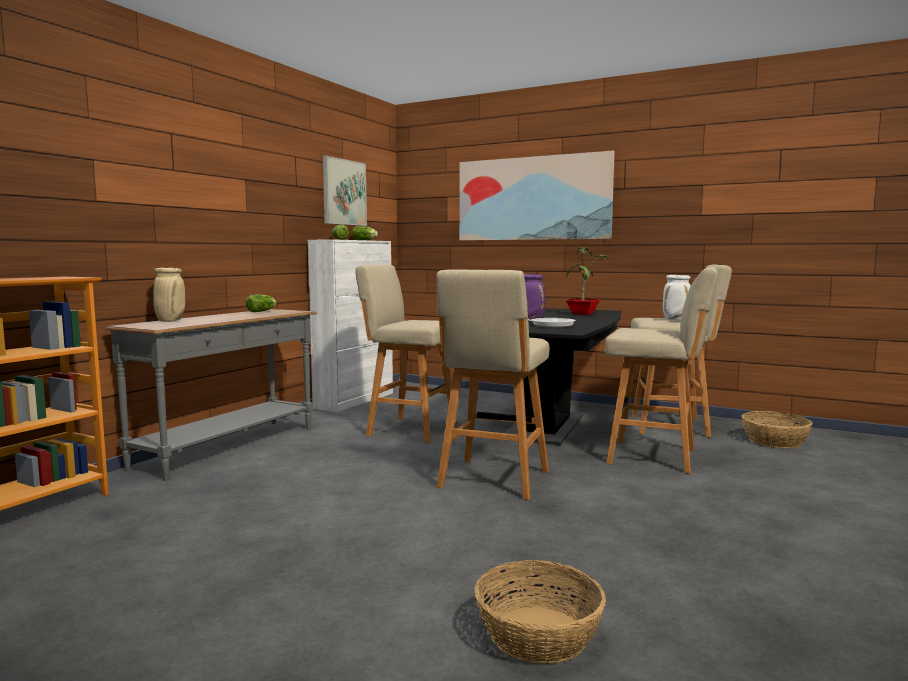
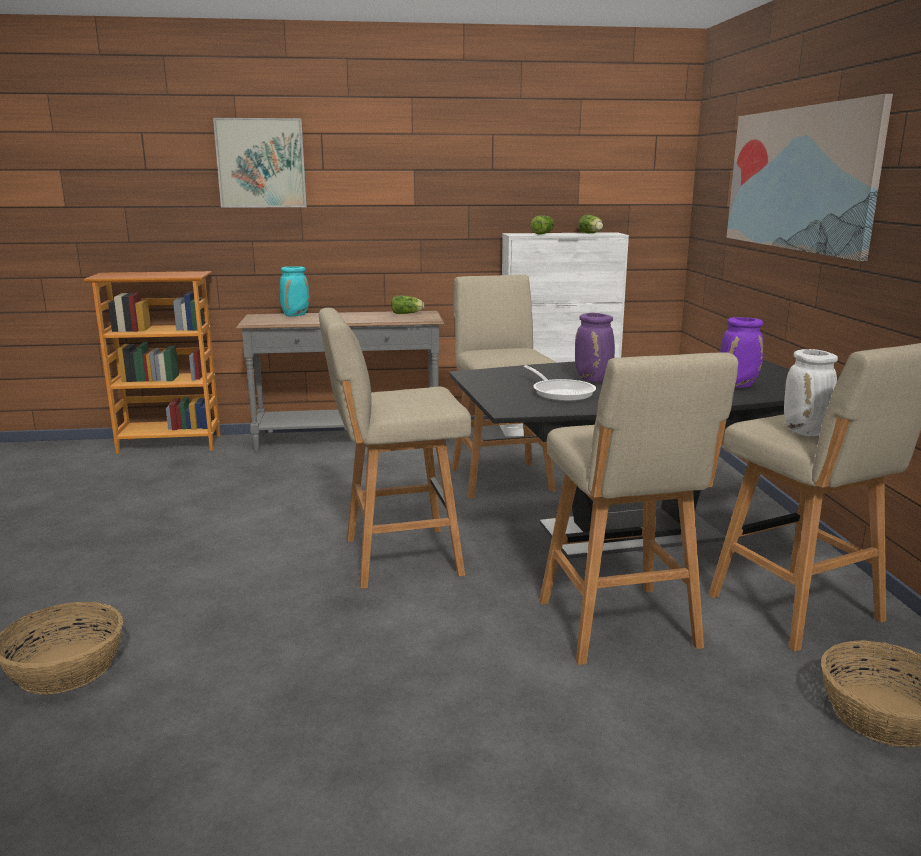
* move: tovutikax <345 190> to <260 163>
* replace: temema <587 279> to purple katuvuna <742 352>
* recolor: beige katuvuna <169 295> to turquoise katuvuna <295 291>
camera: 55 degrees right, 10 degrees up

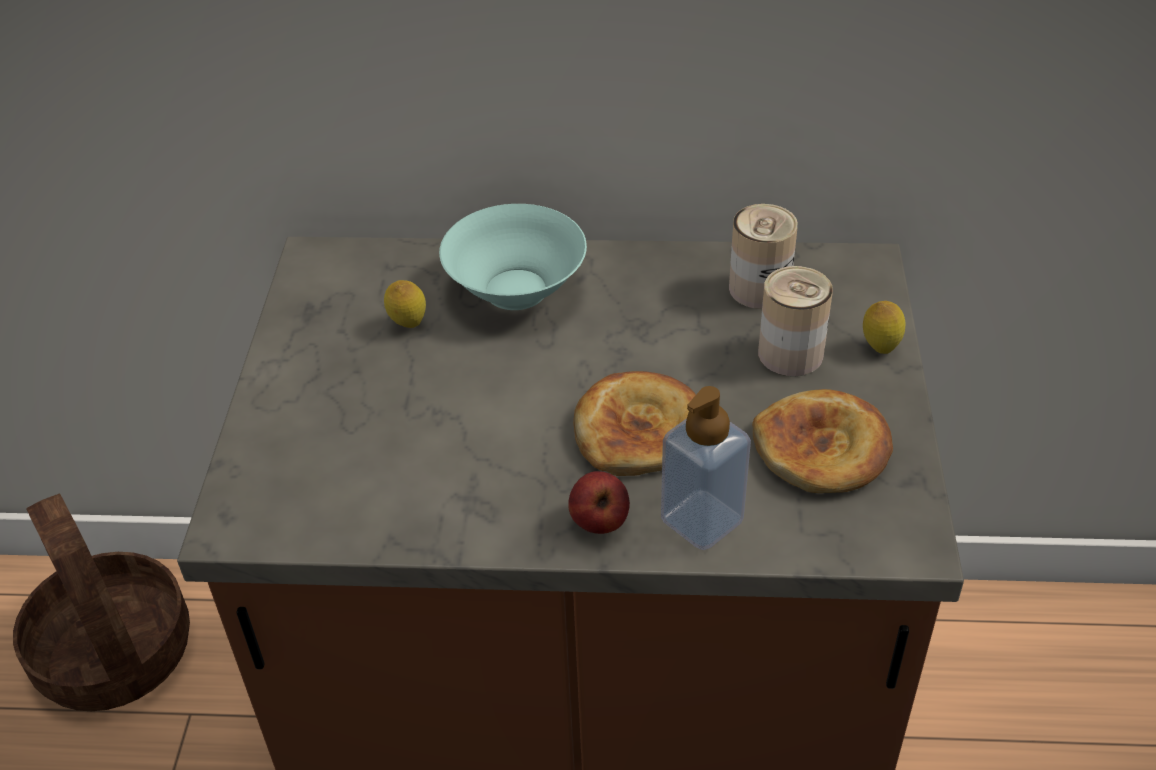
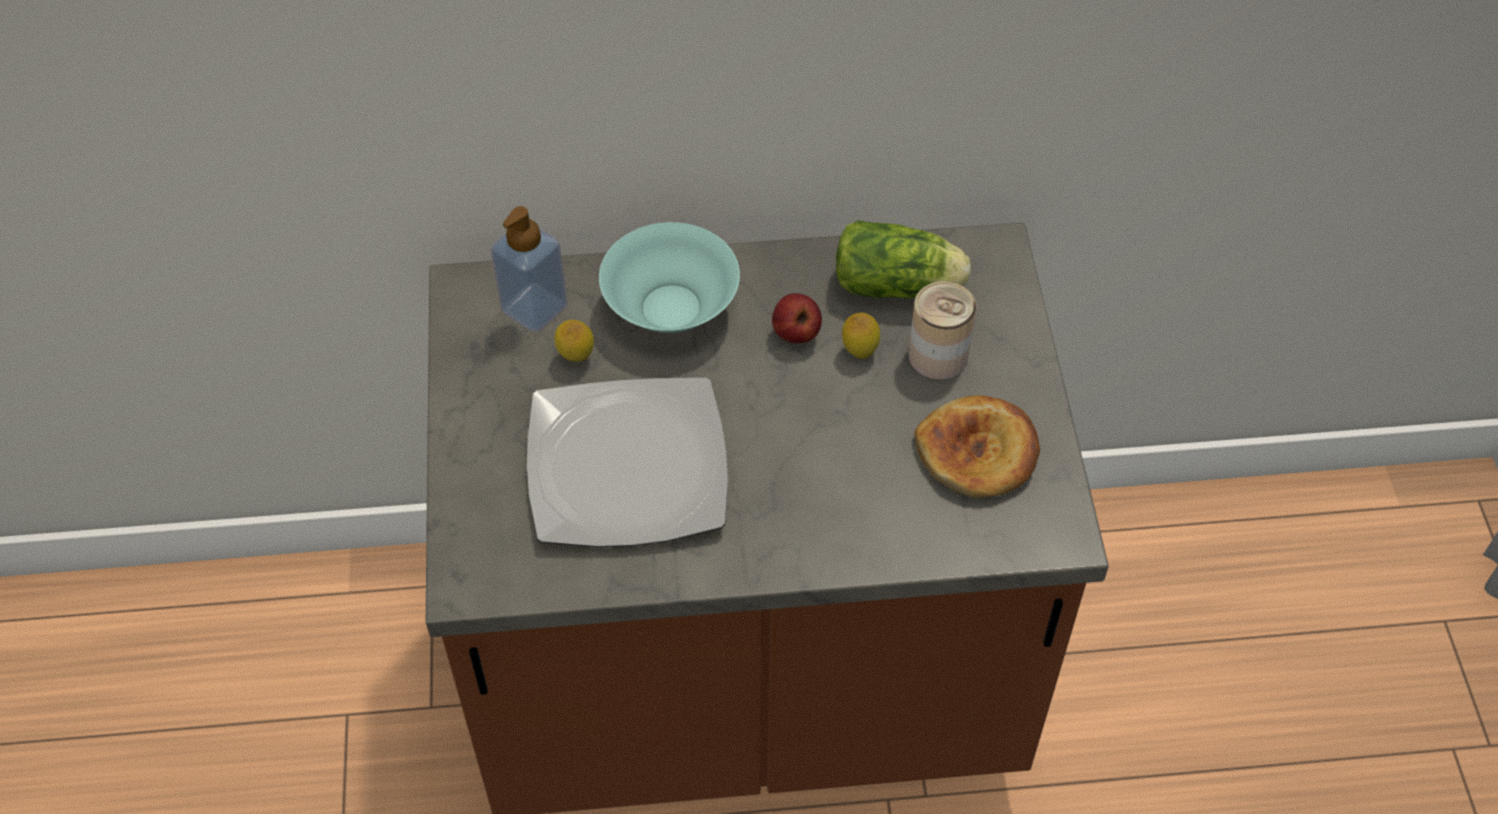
* replace: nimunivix <763 256> to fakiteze <903 259>
* move: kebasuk <884 327> to <861 336>
* delete: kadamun <634 423>
* move: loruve <706 468> to <529 269>
* move: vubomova <599 502> to <797 318>
* delete: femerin <101 602>
* insert: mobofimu <627 463>
camera: 10 degrees left, 10 degrees up

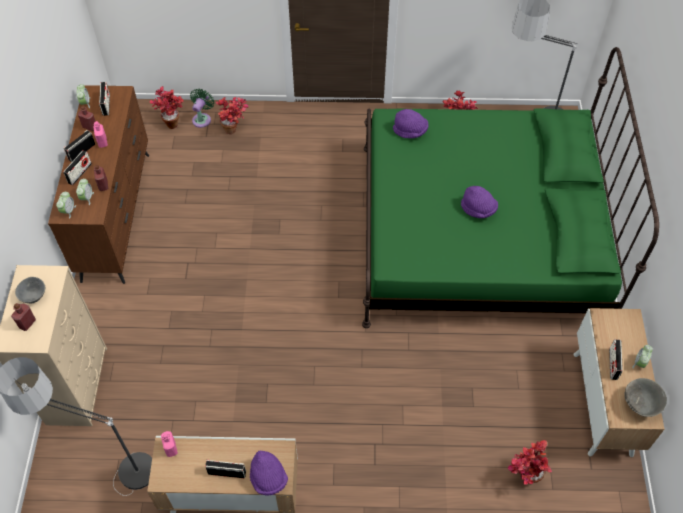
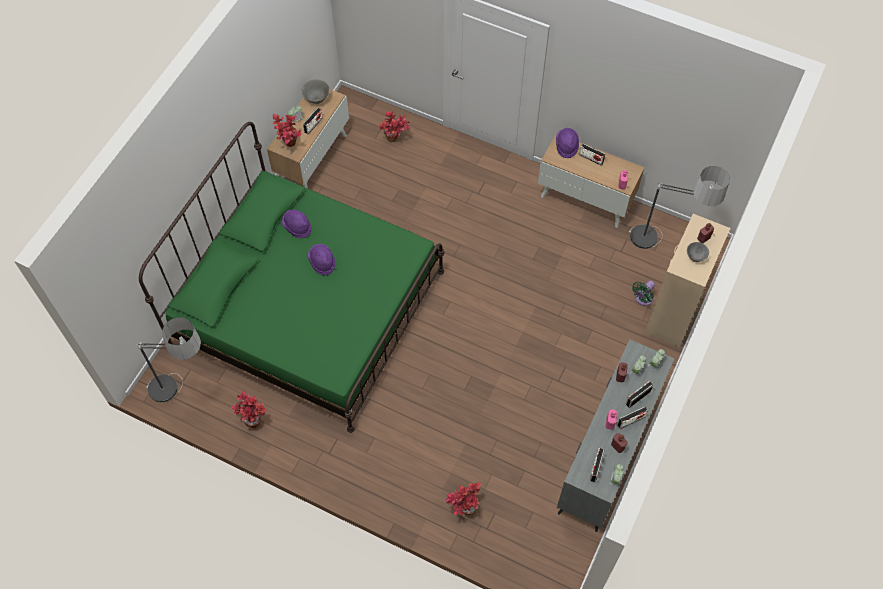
* recolor: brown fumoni <98 184> to grey fumoni <616 435>
* move: temema <167 107> to <287 130>
* move: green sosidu <202 108> to <643 293>
* move: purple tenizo <411 123> to <297 224>
camera: 155 degrees left, 5 degrees up

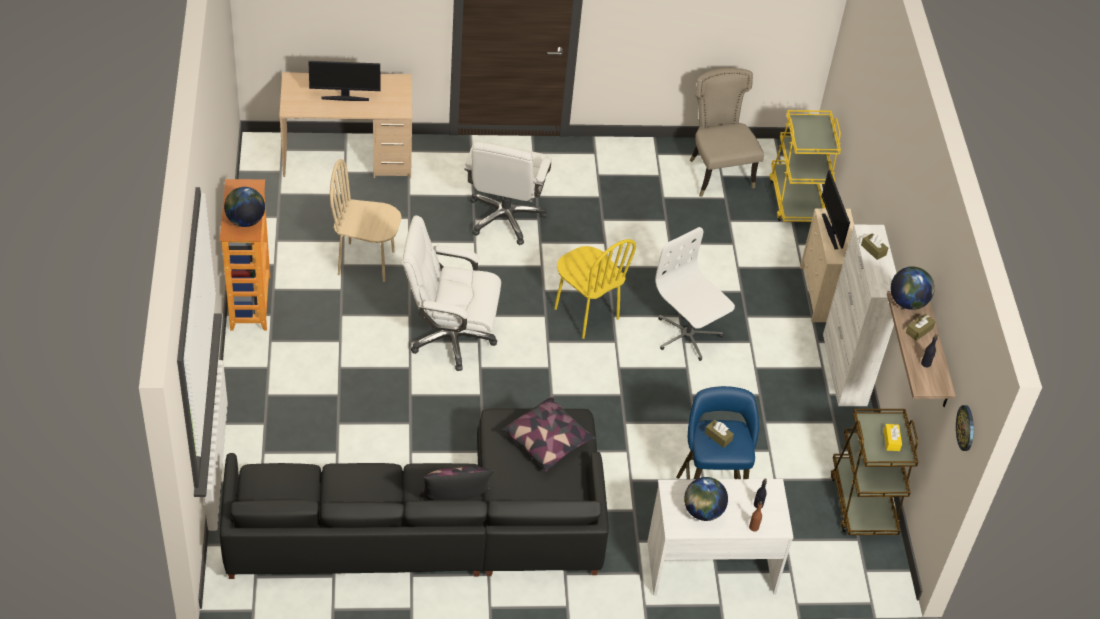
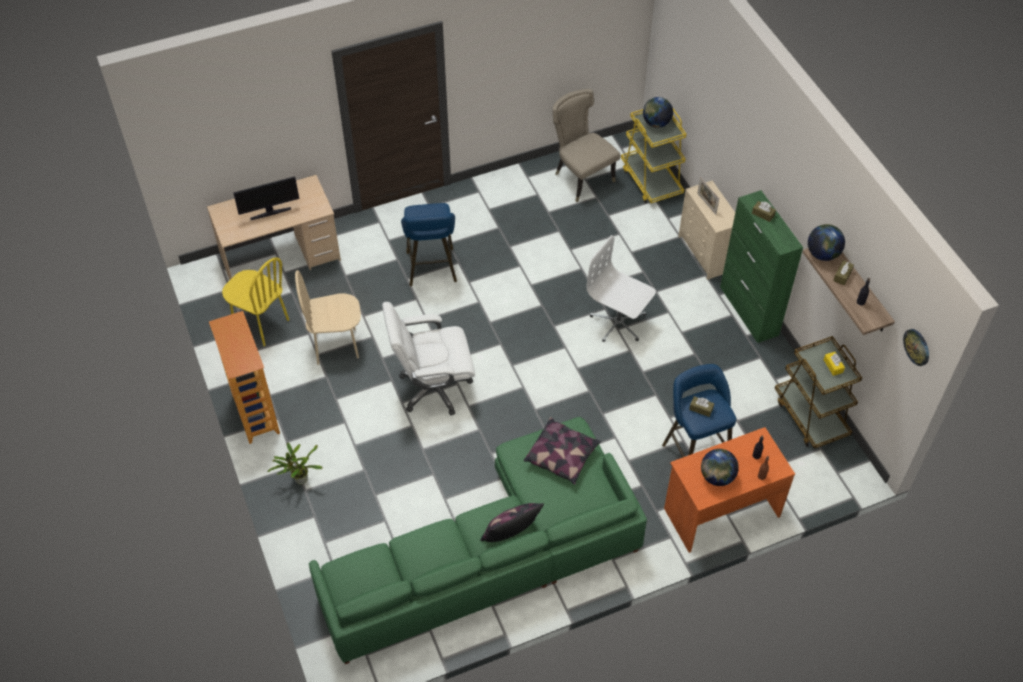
* replace: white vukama <508 193> to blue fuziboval <429 244>
* replace: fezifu <836 209> to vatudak <708 195>
* move: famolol <244 207> to <658 112>
* recolor: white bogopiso <859 315> to green bogopiso <761 266>
* move: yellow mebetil <595 289> to <255 301>
* recolor: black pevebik <414 493> to green pevebik <478 540>
* recolor: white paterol <720 537> to orange paterol <729 490>
* insert: temema <295 464>
camera: 15 degrees left, 5 degrees up

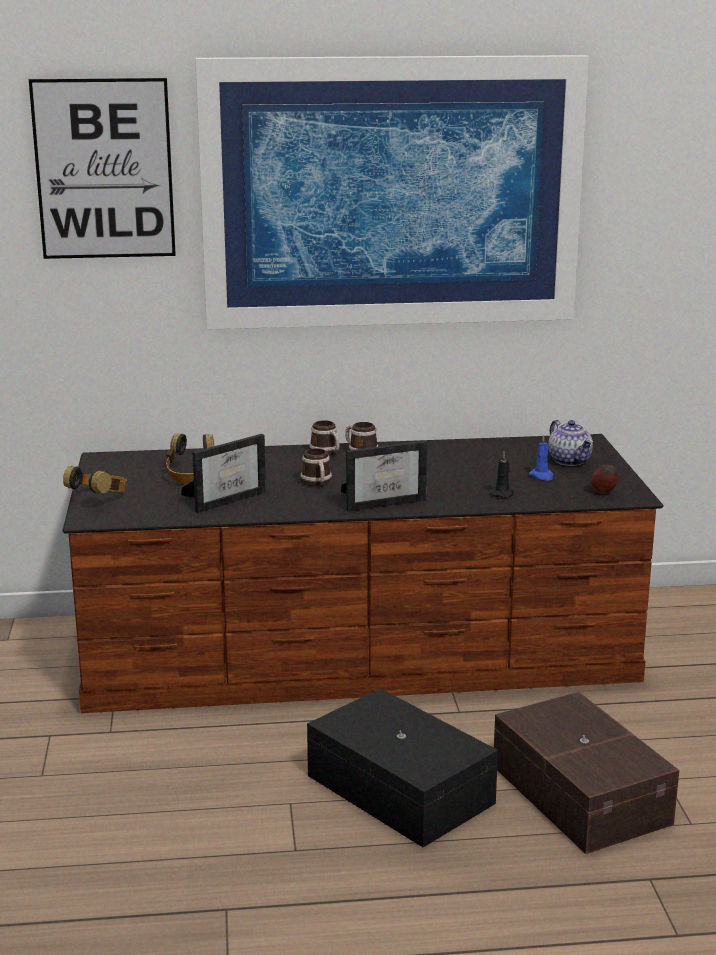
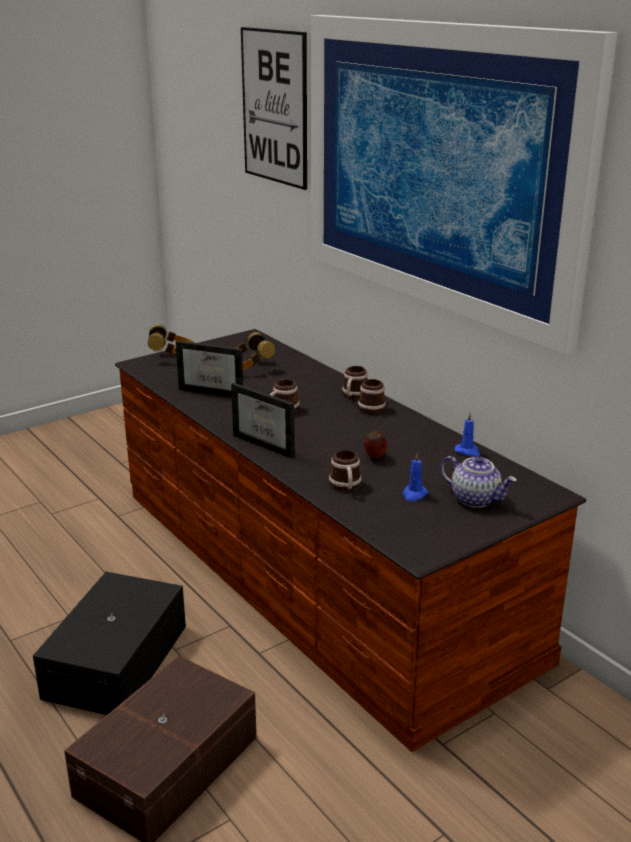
* rotate: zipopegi <570 443> = <478 482> 90 degrees counterclockwise
* replace: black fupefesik <502 475> to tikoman <345 470>
* move: vubomova <604 478> to <375 444>
* insert: blue fupefesik <467 434>
camera: 60 degrees right, 5 degrees up

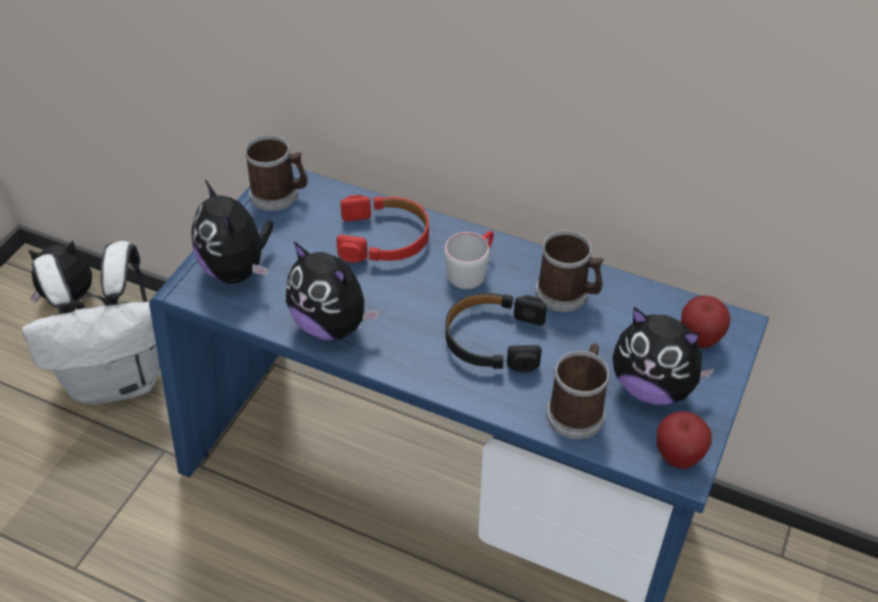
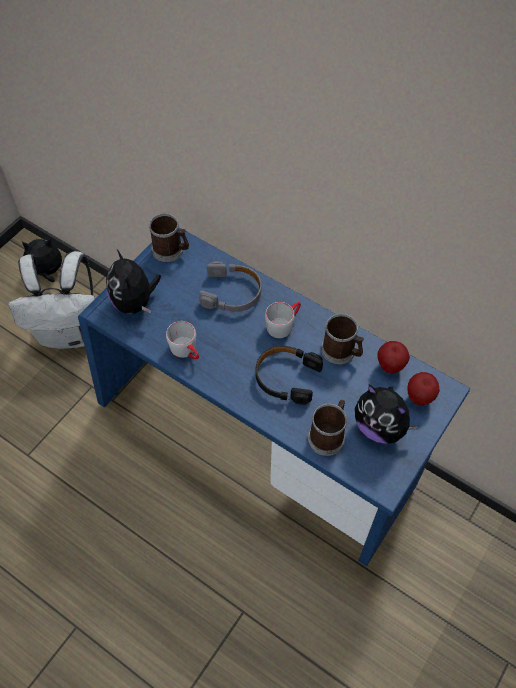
* recolor: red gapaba <382 229> to grey gapaba <230 286>
* replace: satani <333 291> to grey tikoman <182 340>
* move: vubomova <684 440> to <394 357>
camera: 10 degrees right, 10 degrees up

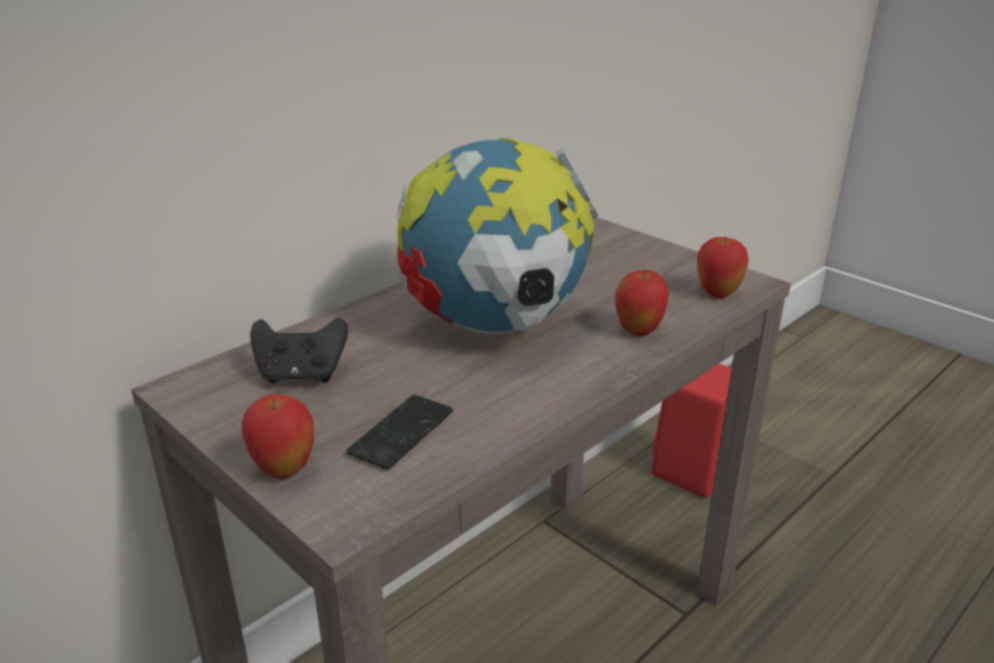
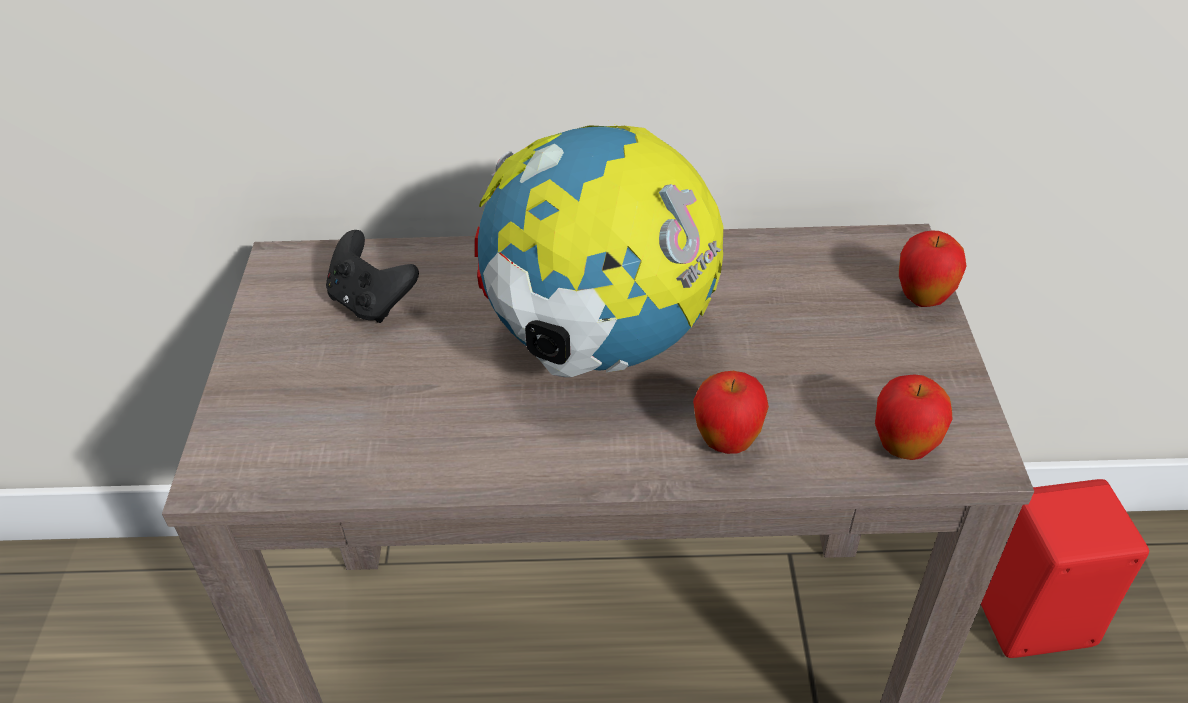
* move: vubomova <277 436> to <932 268>
* delete: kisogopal <399 432>
camera: 45 degrees right, 15 degrees up

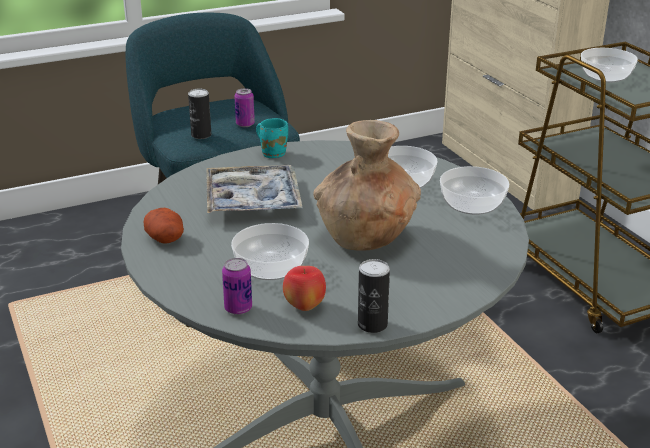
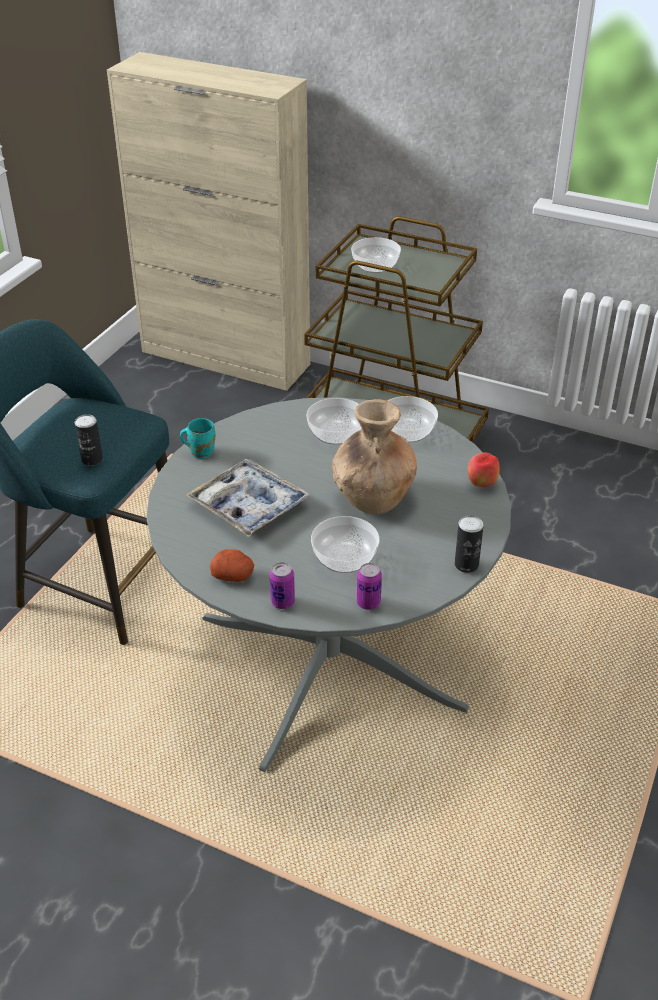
* move: nimunivix <244 107> to <282 585>
* move: vubomova <304 288> to <484 469>
camera: 40 degrees left, 10 degrees up

